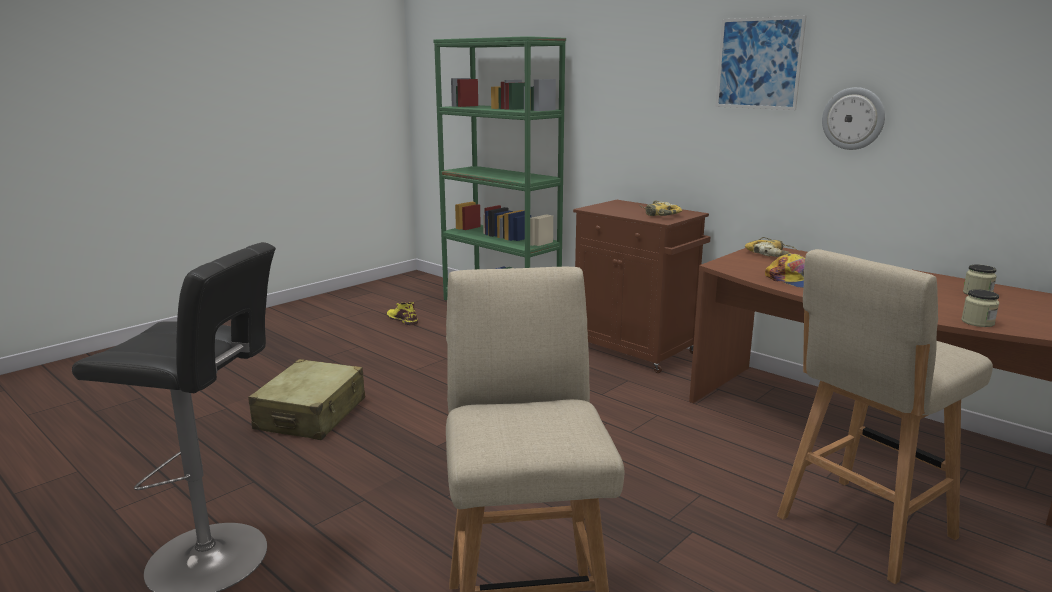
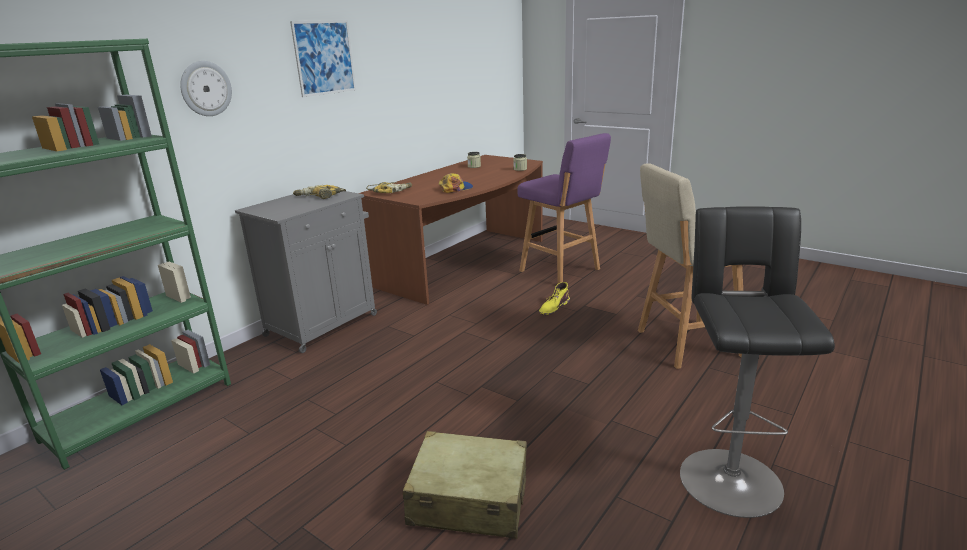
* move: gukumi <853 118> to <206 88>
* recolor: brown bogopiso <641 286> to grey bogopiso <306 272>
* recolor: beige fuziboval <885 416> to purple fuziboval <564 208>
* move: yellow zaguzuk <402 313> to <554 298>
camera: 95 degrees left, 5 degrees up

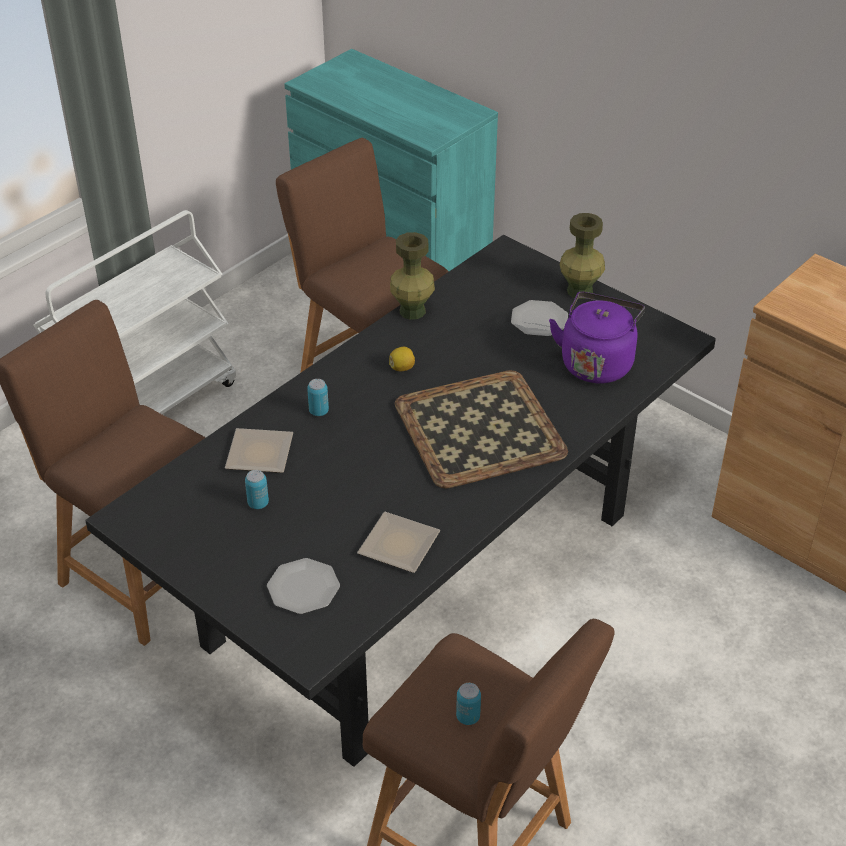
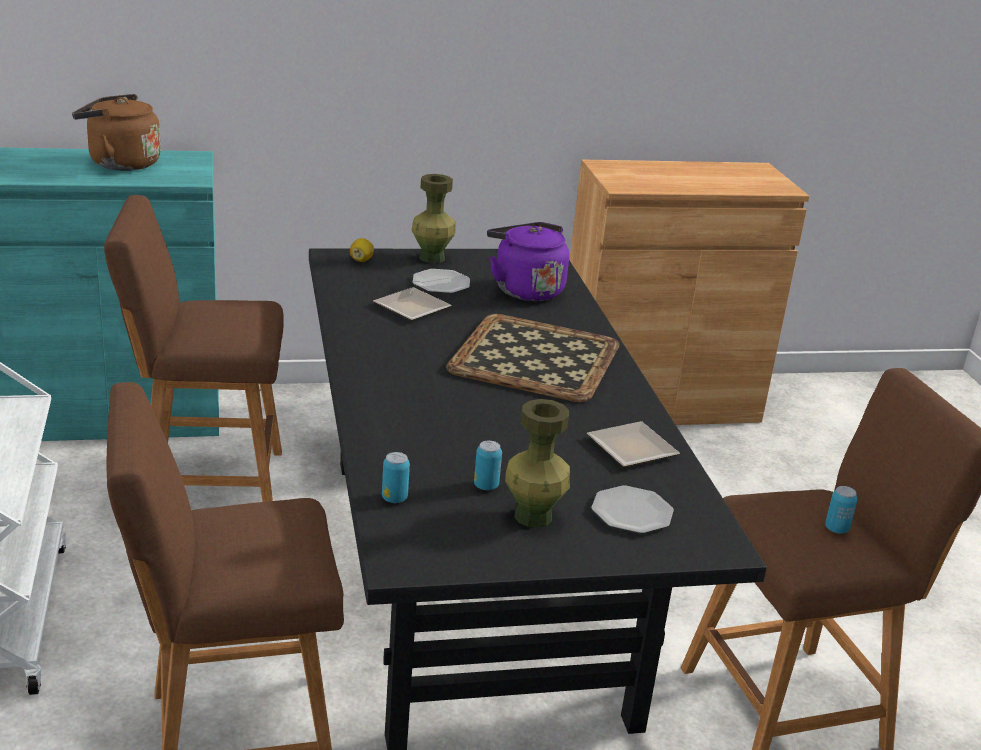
* move: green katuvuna <412 276> to <537 463>
* move: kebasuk <402 359> to <362 250>
* move: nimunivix <318 397> to <396 477>
* move: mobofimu <259 450> to <412 304>
* insert: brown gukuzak <116 132>
camera: 55 degrees left, 15 degrees down

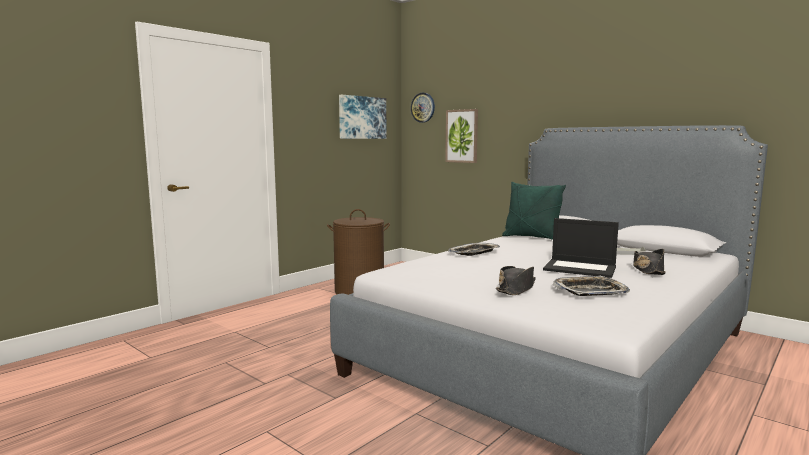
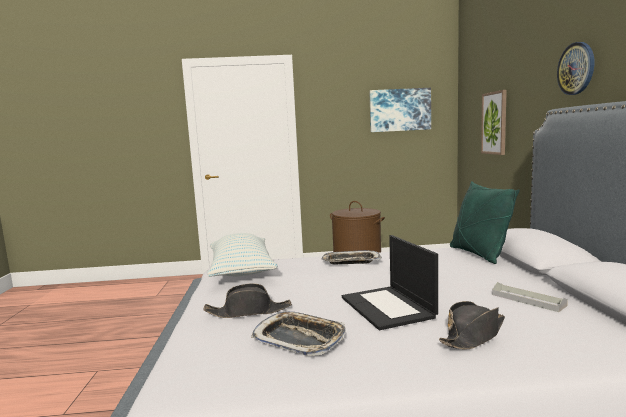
* move: gukumi <423 108> to <575 68>
* insert: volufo <242 255>
camera: 45 degrees right, 0 degrees up

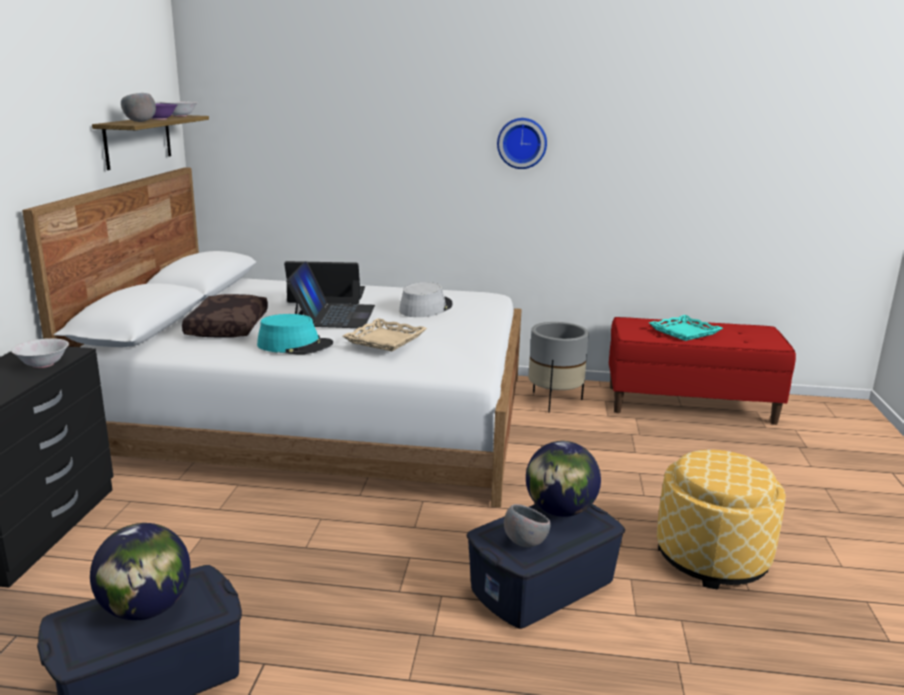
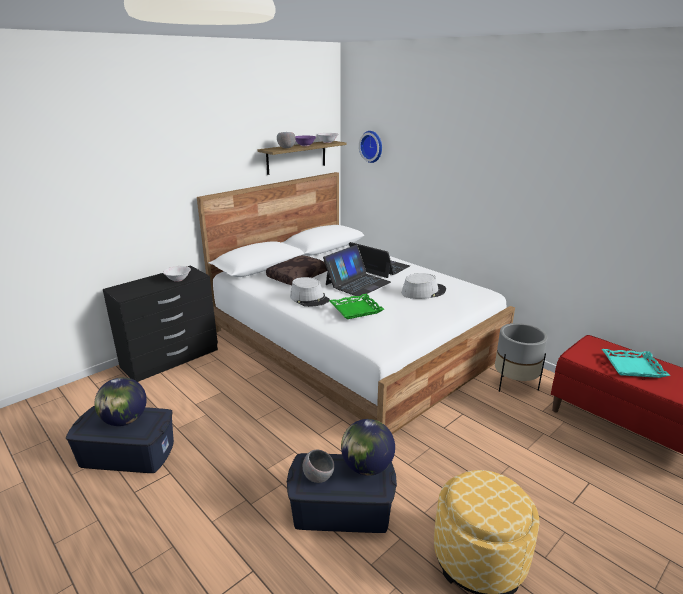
* move: gukumi <522 143> to <370 147>
* recolor: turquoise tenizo <295 334> to grey tenizo <310 292>
* recolor: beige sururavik <385 334> to green sururavik <356 306>
camera: 40 degrees right, 5 degrees up

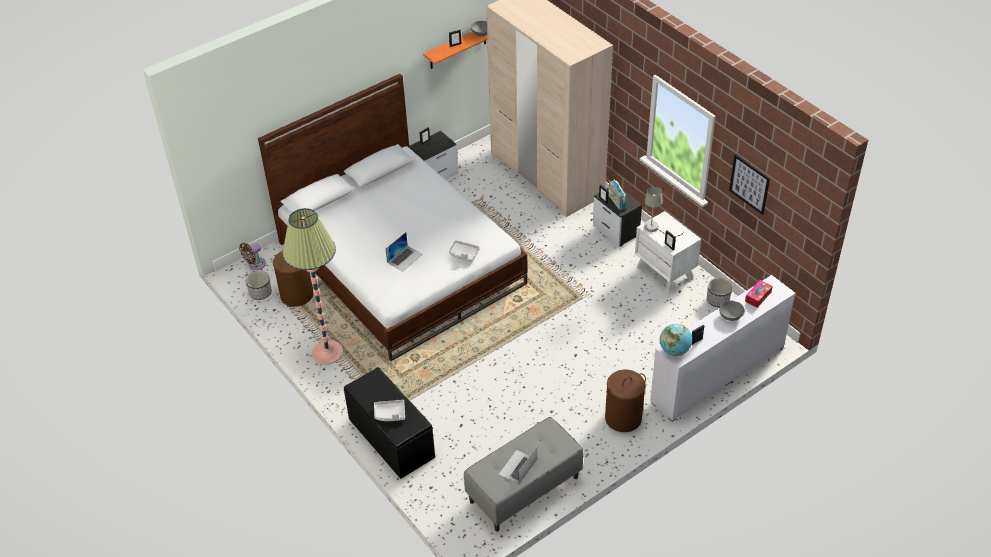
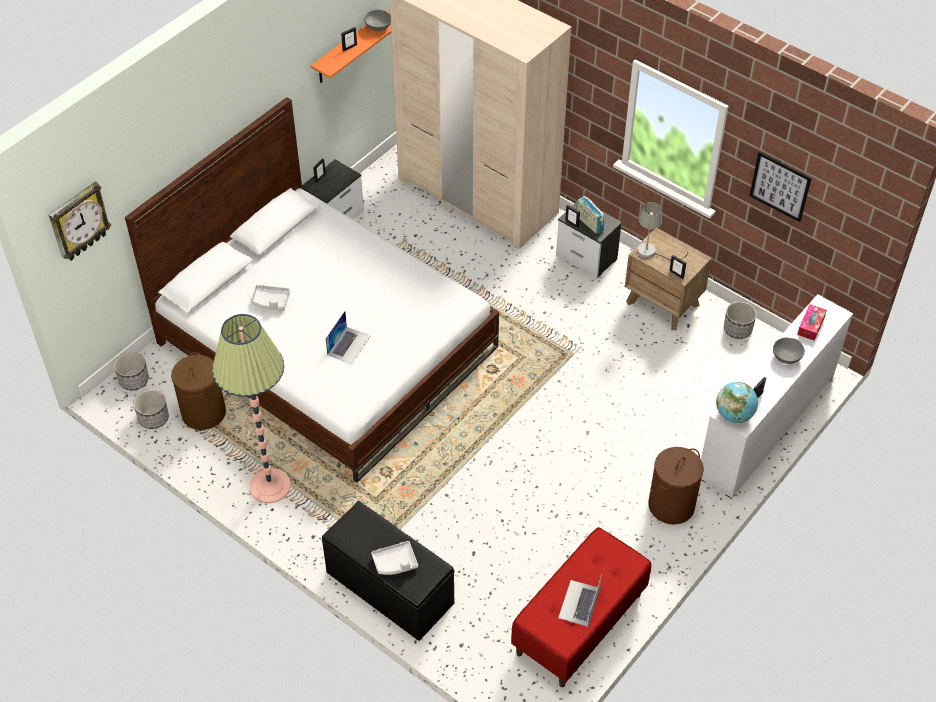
* recolor: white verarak <668 252> to brown verarak <668 279>
* move: grey sururavik <464 251> to <270 298>
* replace: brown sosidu <252 256> to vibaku <131 371>
* recolor: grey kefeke <523 474> to red kefeke <581 607>
* insert: gukumi <80 221>
camera: 15 degrees left, 5 degrees up

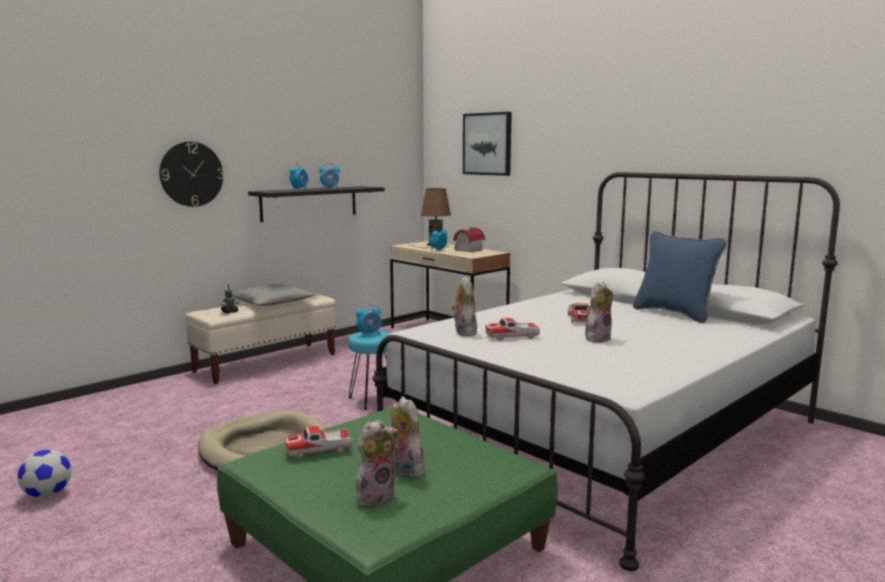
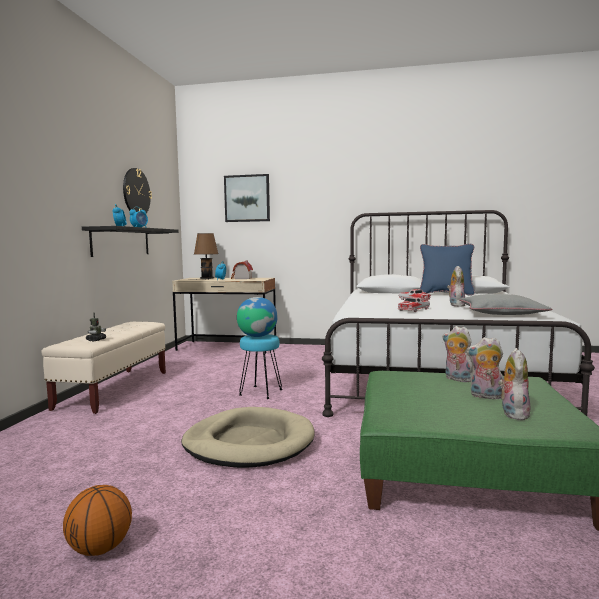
* move: gukumi <191 174> to <137 190>
* move: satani <464 306> to <457 354>
* move: grey volufo <273 295> to <506 304>
* replace: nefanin <368 320> to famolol <257 317>
* delete: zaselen <318 442>
* replace: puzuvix <44 474> to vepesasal <97 520>
camera: 35 degrees left, 5 degrees down

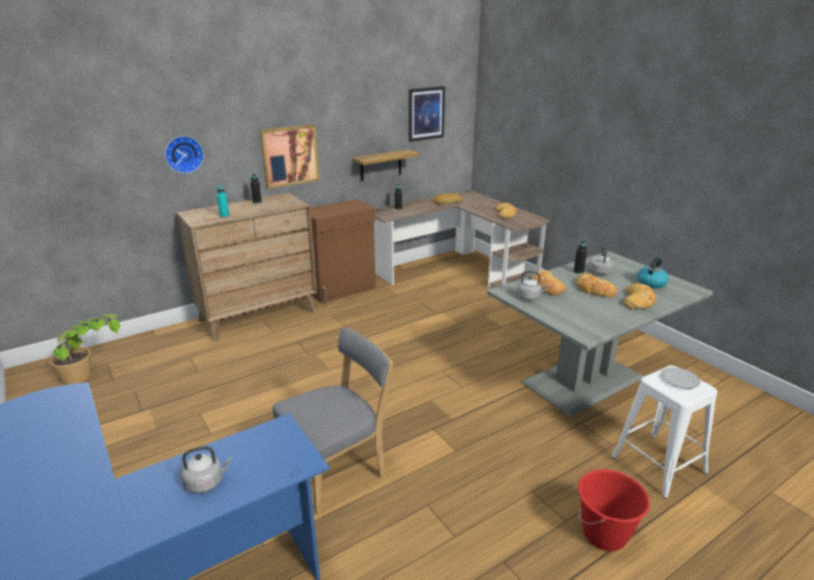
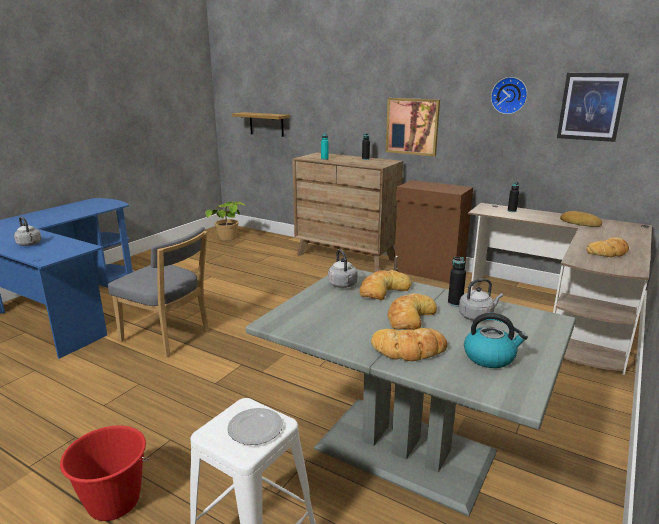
* move: gukumi <184 154> to <509 95>
* move: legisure <385 165> to <261 124>
camera: 65 degrees right, 5 degrees down

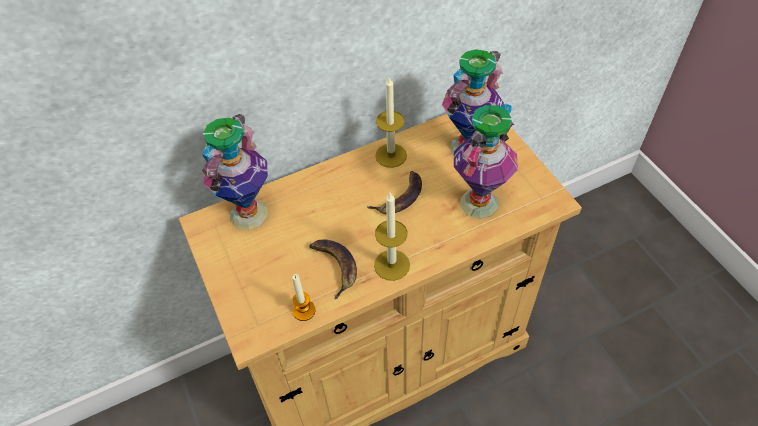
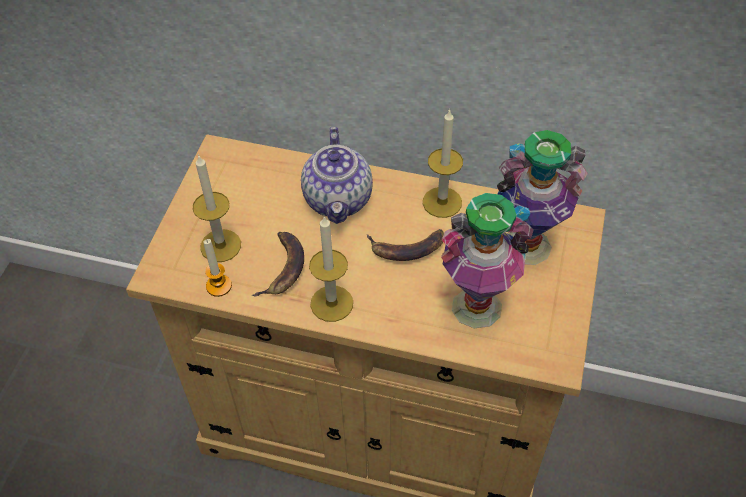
* delete: katuvuna <235 172>
* insert: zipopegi <337 175>
* insert: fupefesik <217 208>
camera: 40 degrees right, 0 degrees up

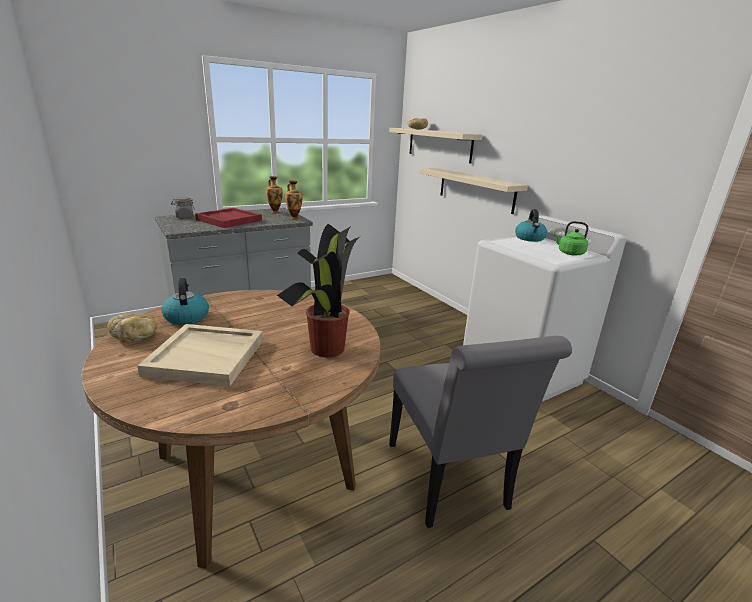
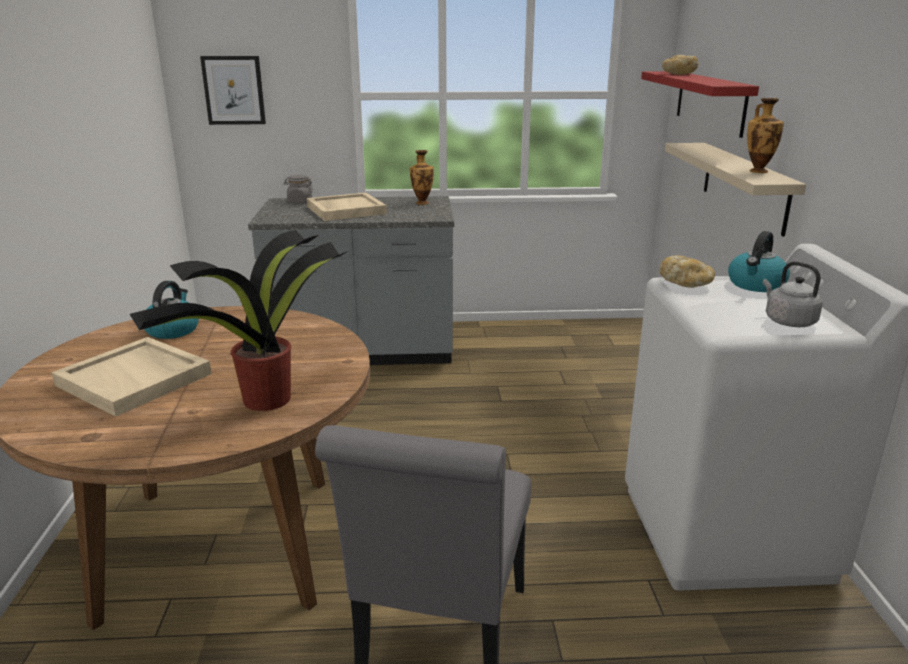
* recolor: beige legisure <435 146> to red legisure <700 104>
* move: katuvuna <293 200> to <765 135>
* recolor: red sururavik <228 218> to beige sururavik <347 206>
* recolor: green gukuzak <570 238> to grey gukuzak <793 294>
* move: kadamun <132 327> to <687 271>
* insert: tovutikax <233 90>
camera: 30 degrees right, 0 degrees up

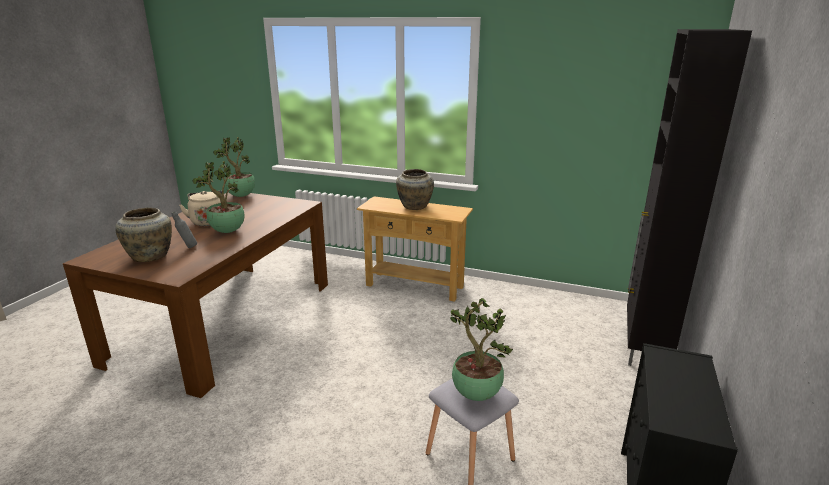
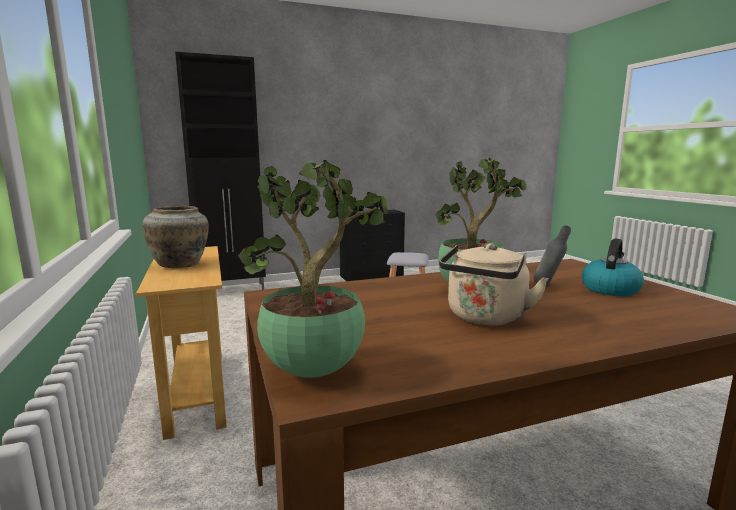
* replace: beige katuvuna <143 235> to gukuzak <613 267>
* delete: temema <481 349>
camera: 130 degrees left, 10 degrees down

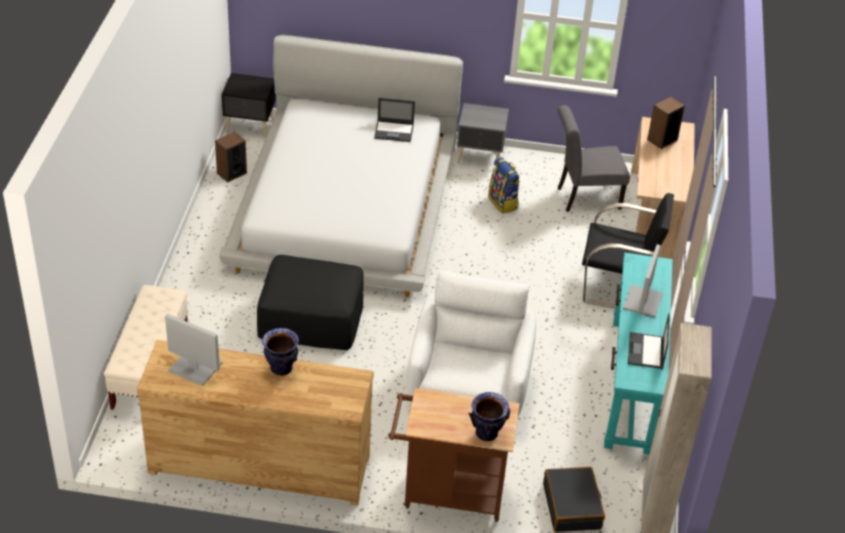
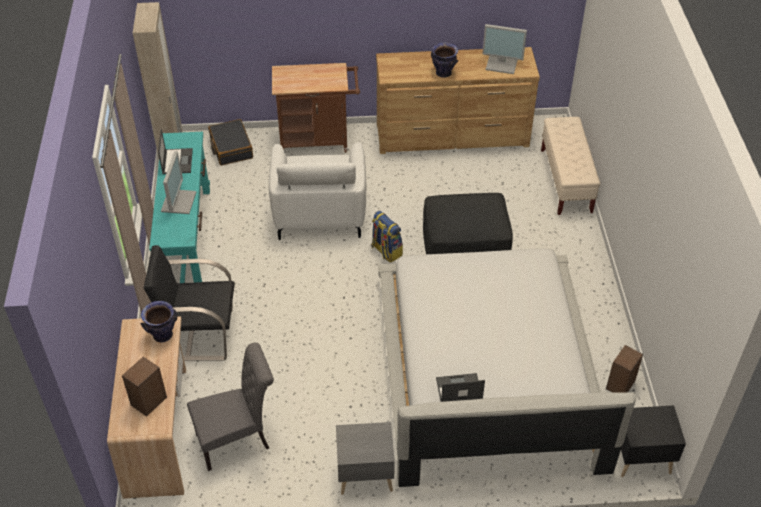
* move: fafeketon <504 185> to <387 236>
* move: katuvuna <489 416> to <159 321>
camera: 170 degrees right, 5 degrees up

